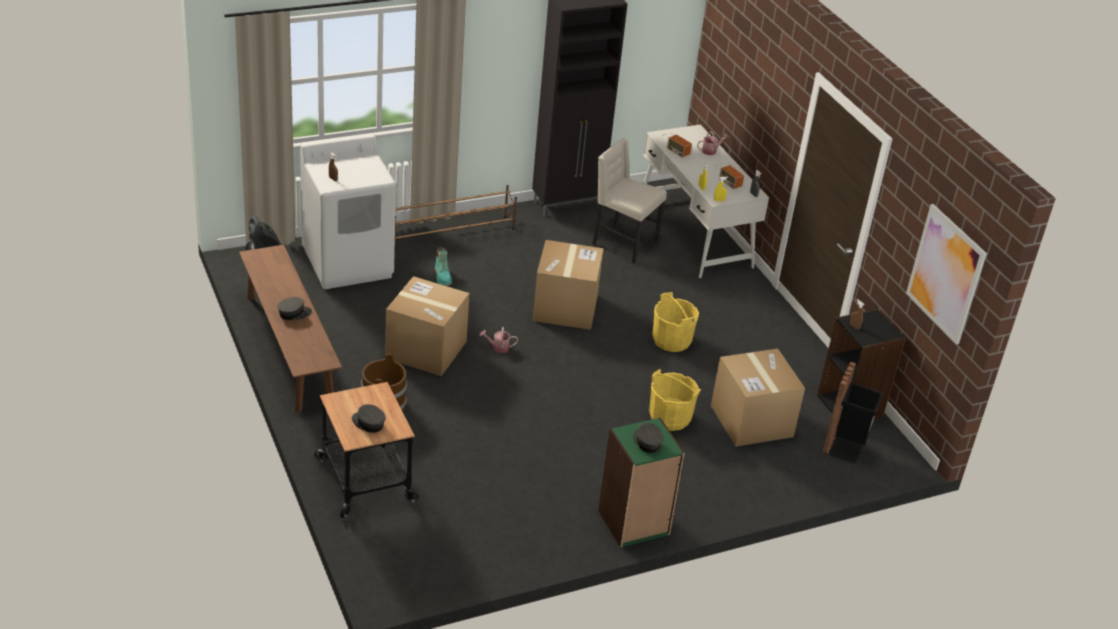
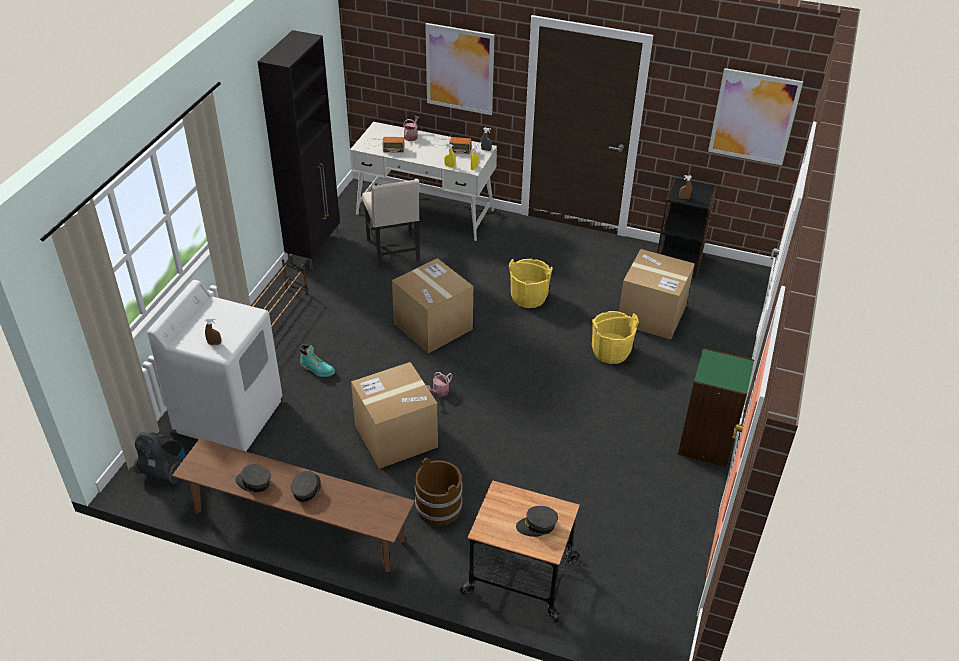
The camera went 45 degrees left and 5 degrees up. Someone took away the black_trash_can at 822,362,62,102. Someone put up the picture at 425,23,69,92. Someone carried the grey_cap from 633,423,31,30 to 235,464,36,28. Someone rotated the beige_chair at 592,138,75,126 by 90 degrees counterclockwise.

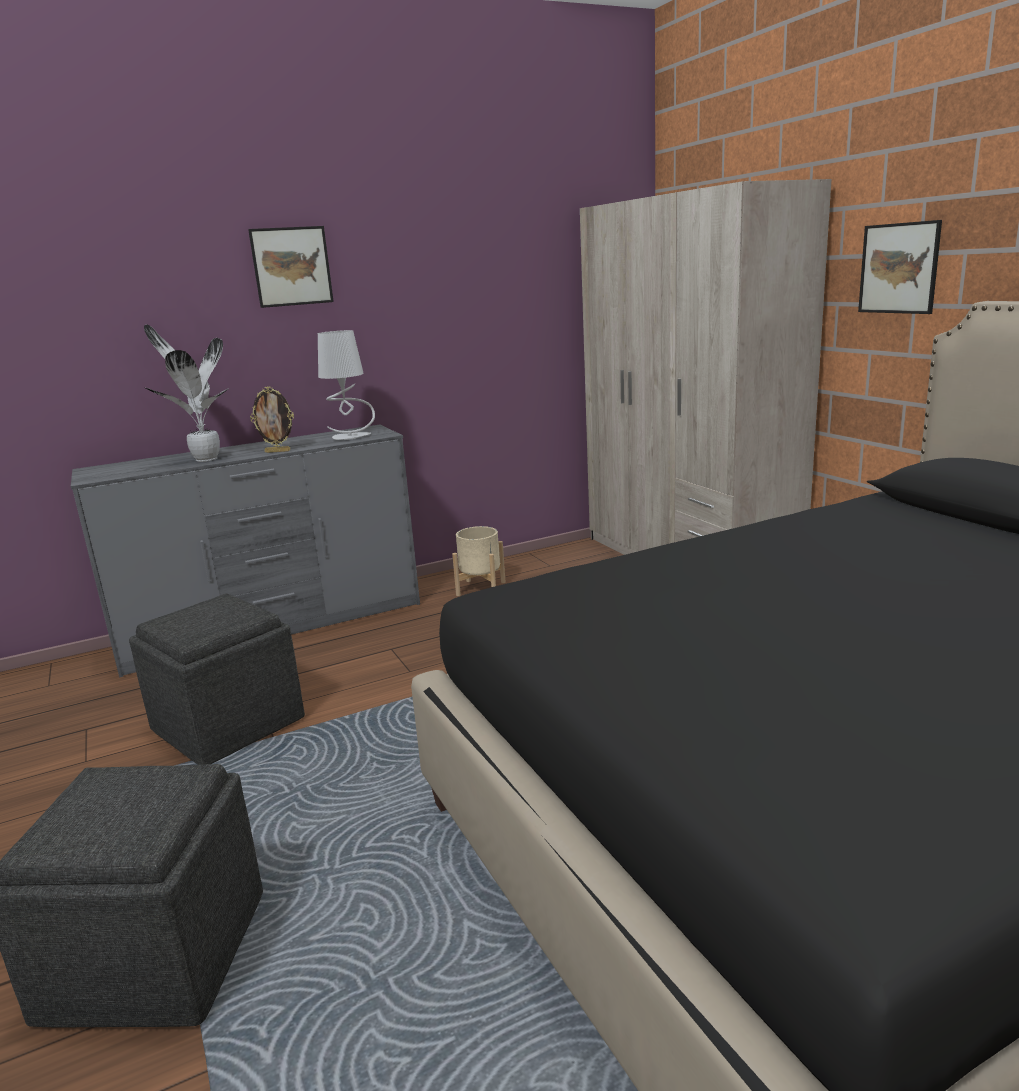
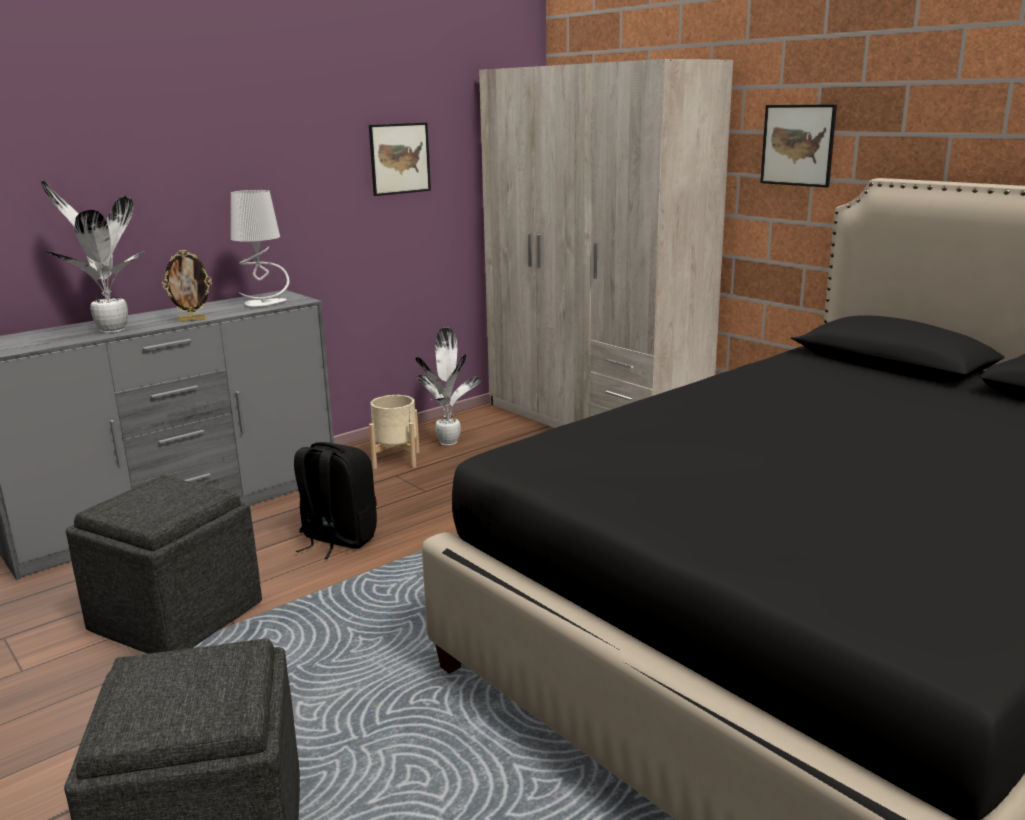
The camera went 15 degrees left and 0 degrees up. Someone put down the black_backpack at 294,442,83,117. Someone put down the potted_plant at 415,328,67,118. Someone carried the picture from 248,226,86,82 to 369,123,62,73.

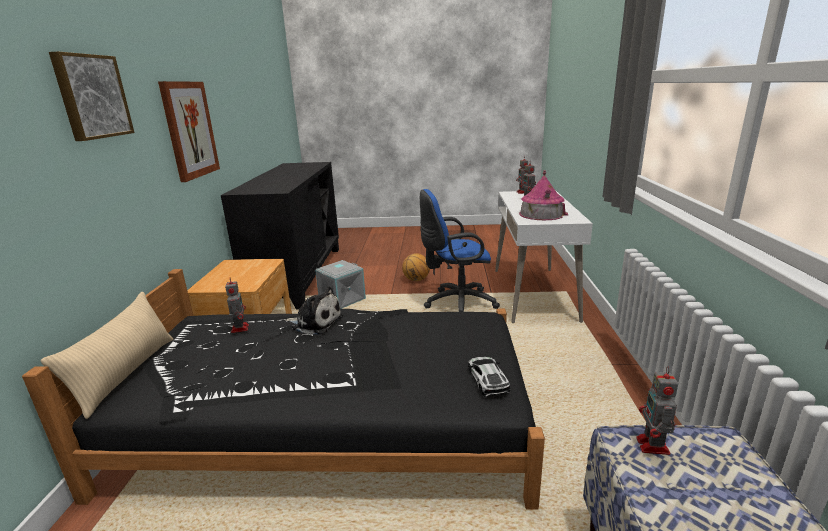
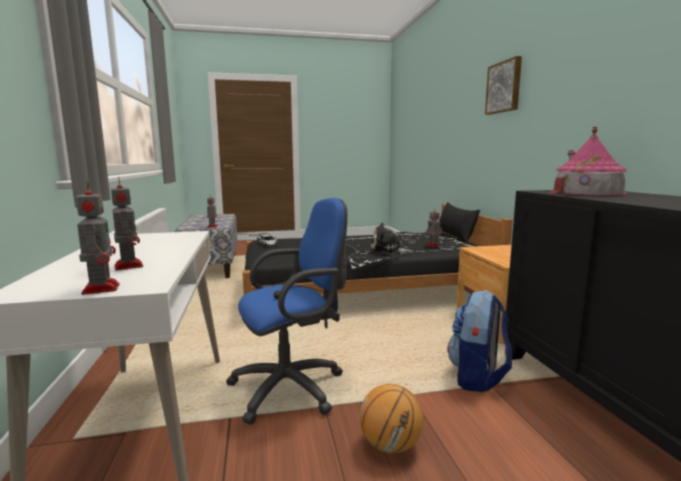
The camera went 165 degrees right and 10 degrees down. Someone took away the picture at 158,81,62,101. Someone carried the toy_house from 519,170,49,50 to 549,127,78,69. Someone swapped the grey_storage_box at 315,260,51,49 for the backpack at 447,290,65,102. Someone repainted the beige_pillow at 41,292,133,127, which became the black_pillow at 439,202,41,42.

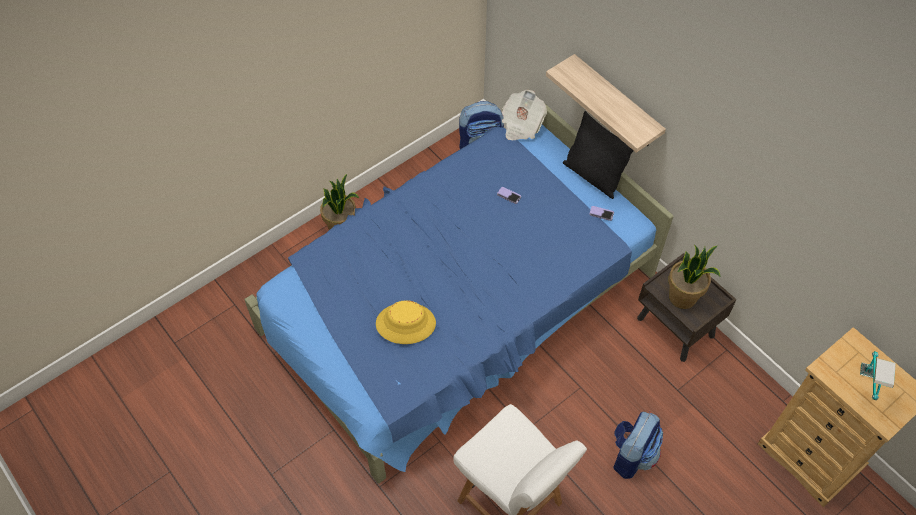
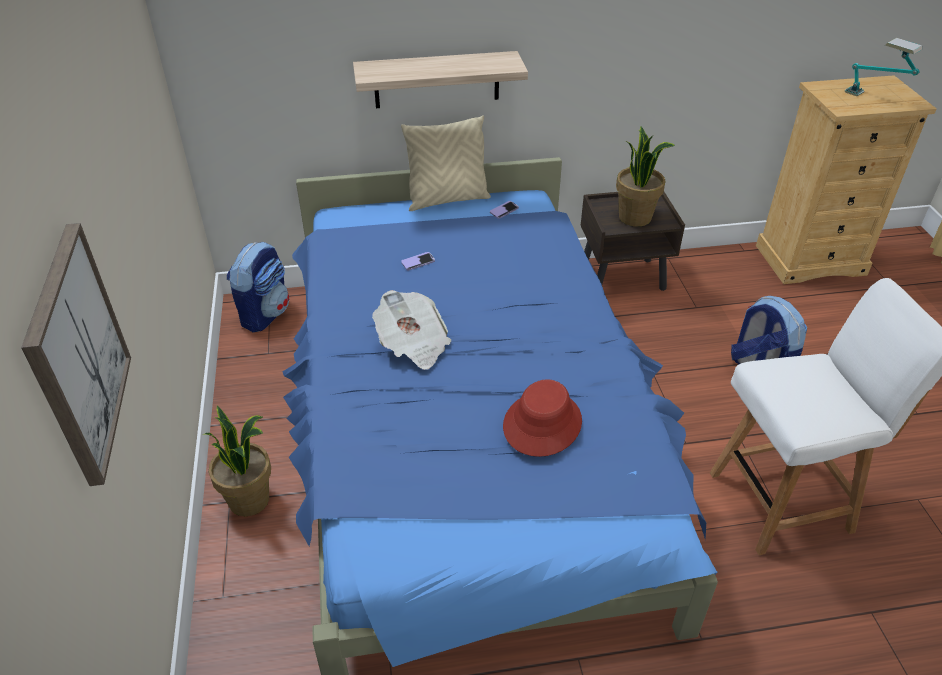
The camera went 60 degrees left and 15 degrees down. Someone put up the picture at 21,223,110,263. Someone carried the newspaper from 502,90,45,50 to 372,290,79,80. Someone repainted the yellow_hat at 376,300,60,44, which became the red_hat at 503,379,79,78. Someone repainted the black_pillow at 563,111,70,88, which became the beige_pillow at 401,115,90,96.

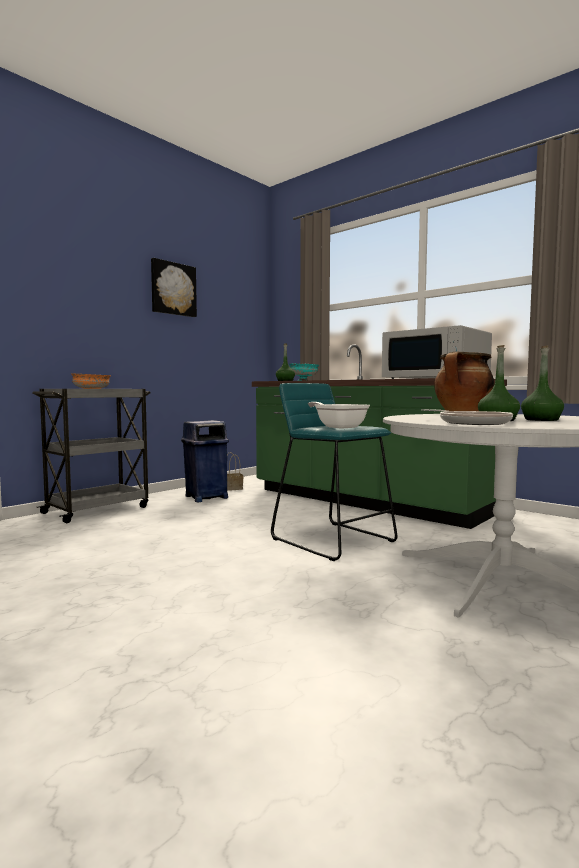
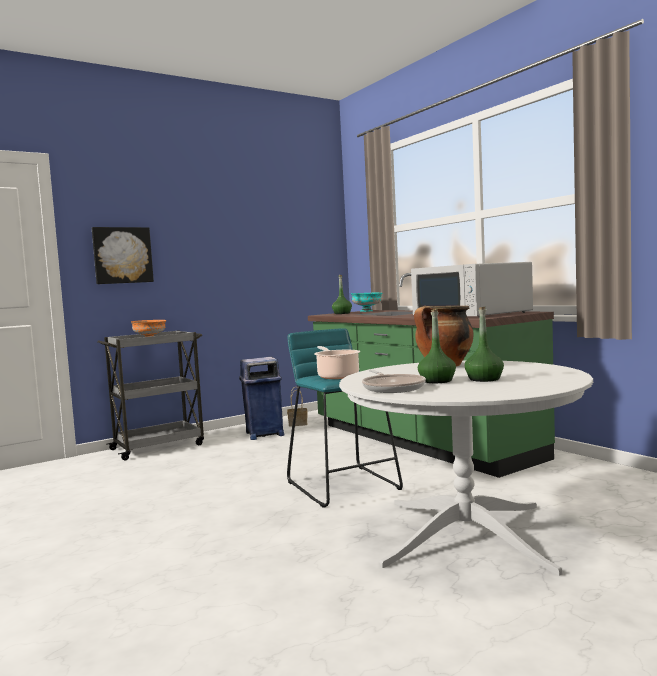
The camera went 15 degrees right and 0 degrees up. Someone carried the picture from 151,258,46,59 to 92,227,62,57. Someone swapped the frying_pan at 308,402,62,27 for the cooking_pot at 314,346,46,33.

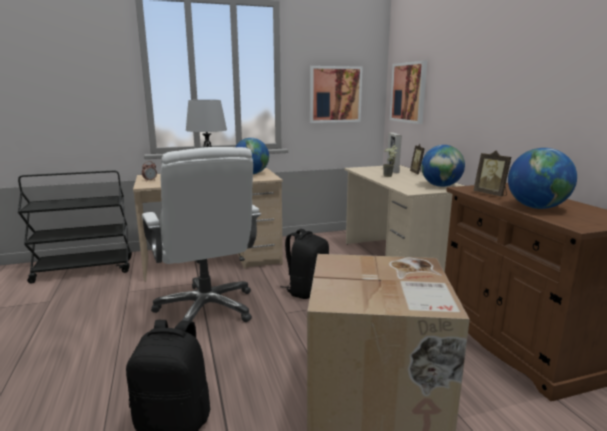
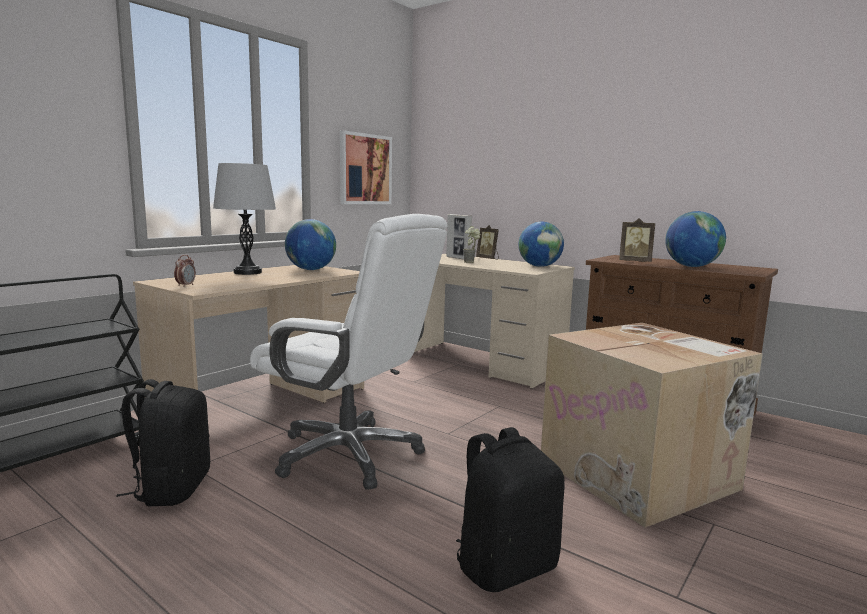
The camera went 35 degrees left and 5 degrees down. Someone took away the picture at 390,61,37,63. Someone carried the black_backpack from 281,229,48,70 to 116,379,94,127.

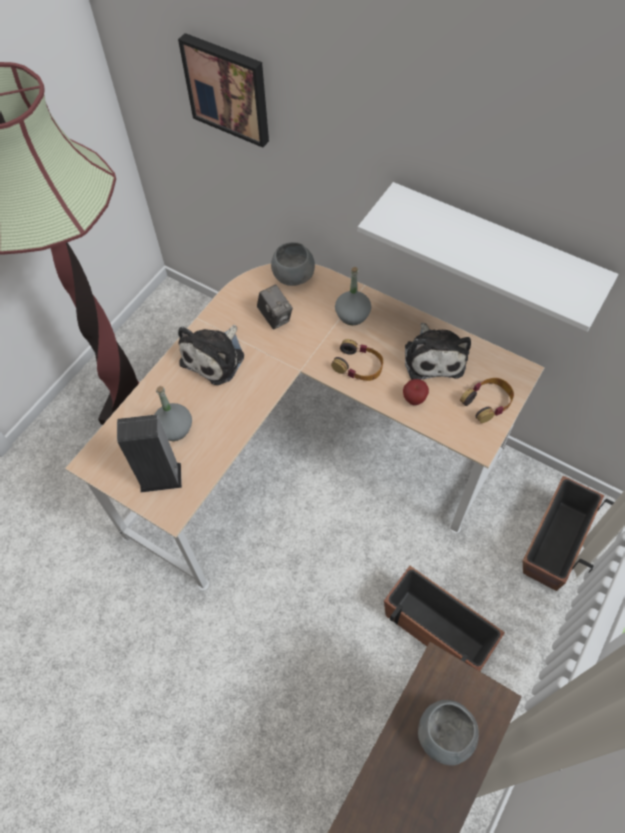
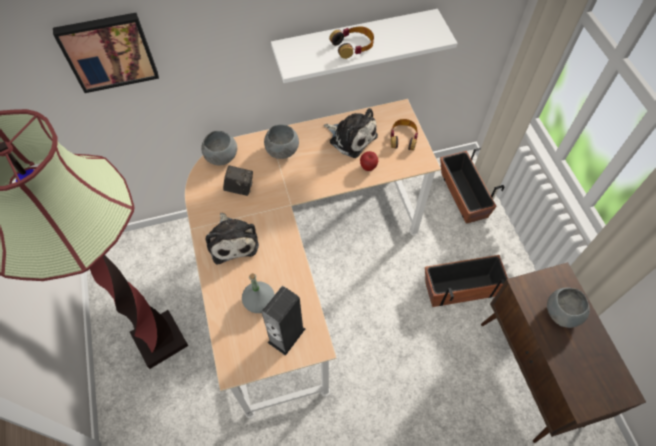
The camera went 50 degrees left and 0 degrees up. Someone carried the headphones from 331,339,52,42 to 329,26,45,33. Someone swapped the grey_bottle at 335,267,36,58 for the grey_bowl at 264,124,35,35.

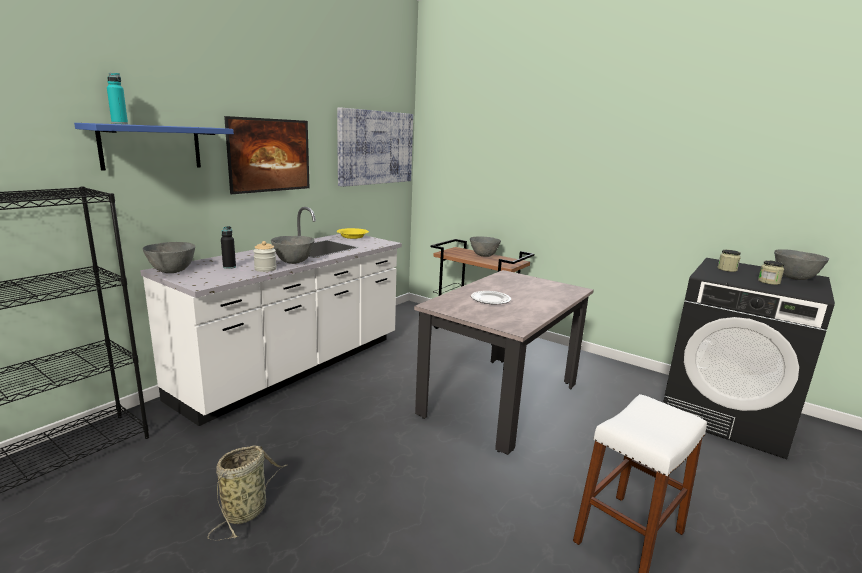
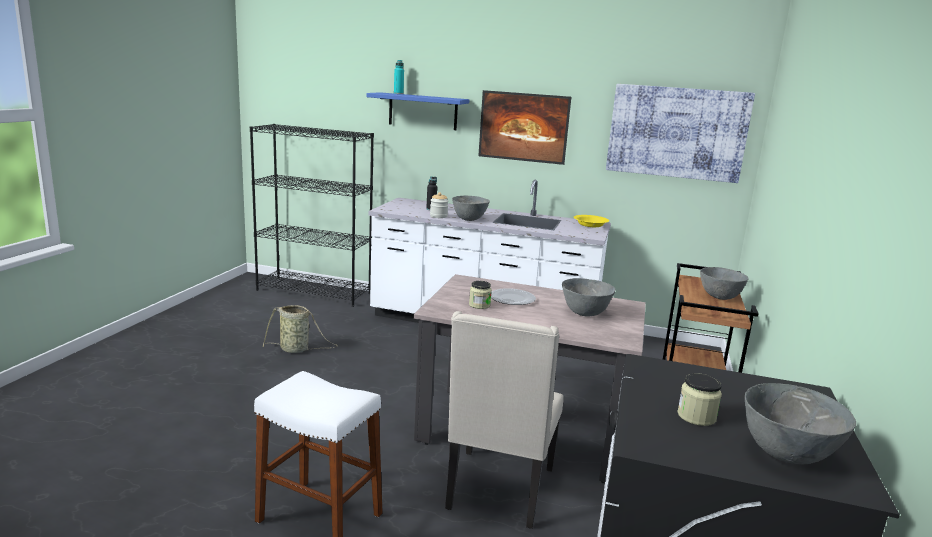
The camera went 70 degrees right and 0 degrees up. Someone put down the beige_chair at 445,311,119,218. Someone carried the grey_bowl from 143,242,52,31 to 562,278,53,38. Someone carried the jar from 717,250,24,22 to 469,281,23,28.

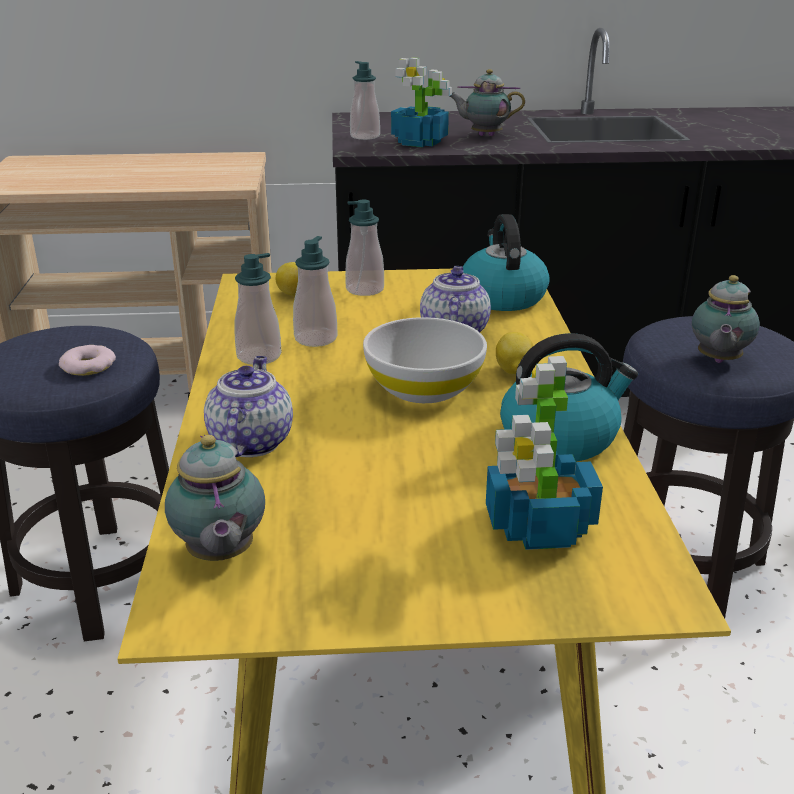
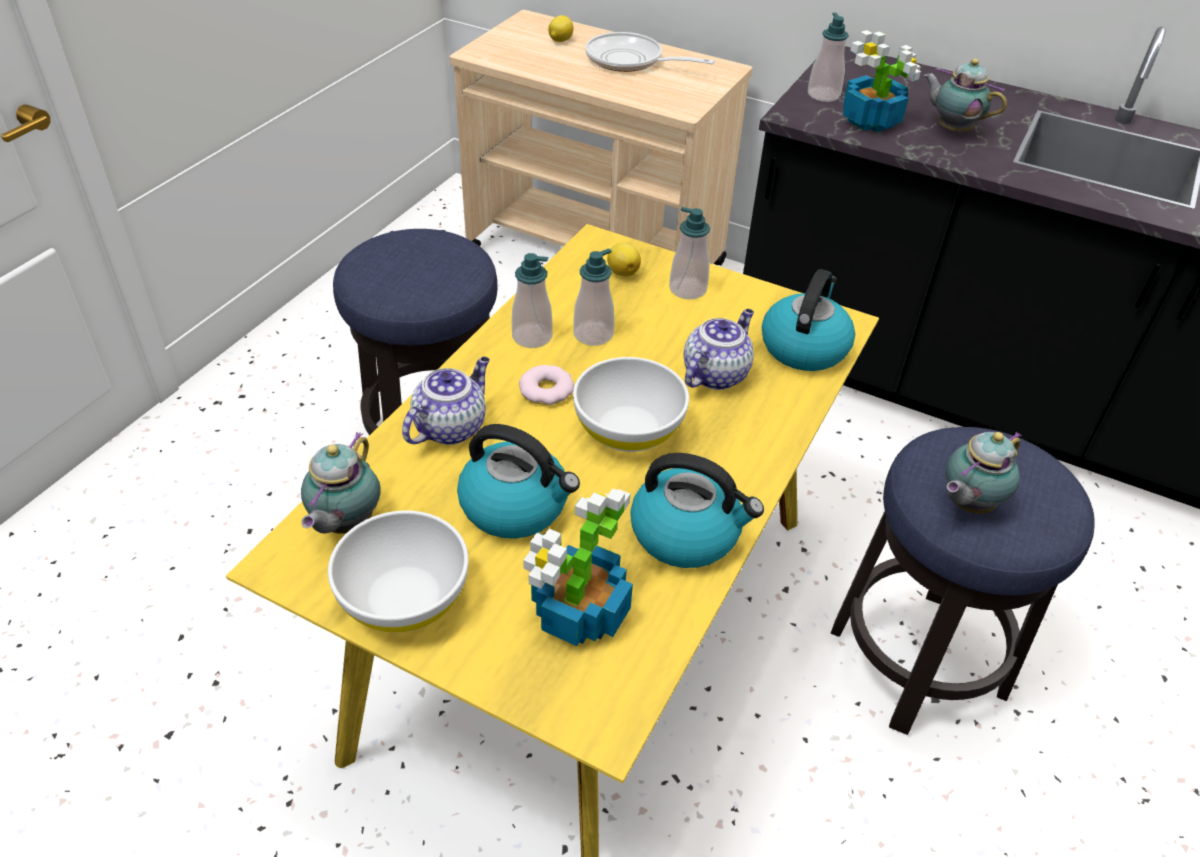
The camera went 30 degrees right and 15 degrees up. Someone put down the white_bowl at 328,510,141,123. Someone put down the kettle at 457,424,123,115. Someone put down the frying_pan at 585,32,130,40. Someone carried the donut from 59,345,57,31 to 519,365,55,40. Someone carried the lemon from 496,332,38,43 to 548,15,25,27.

